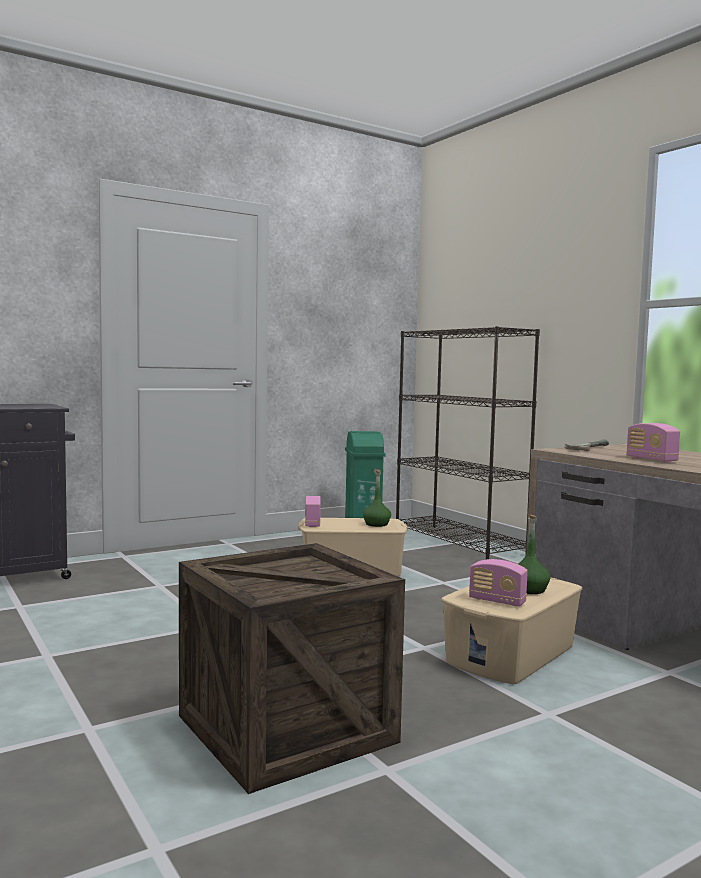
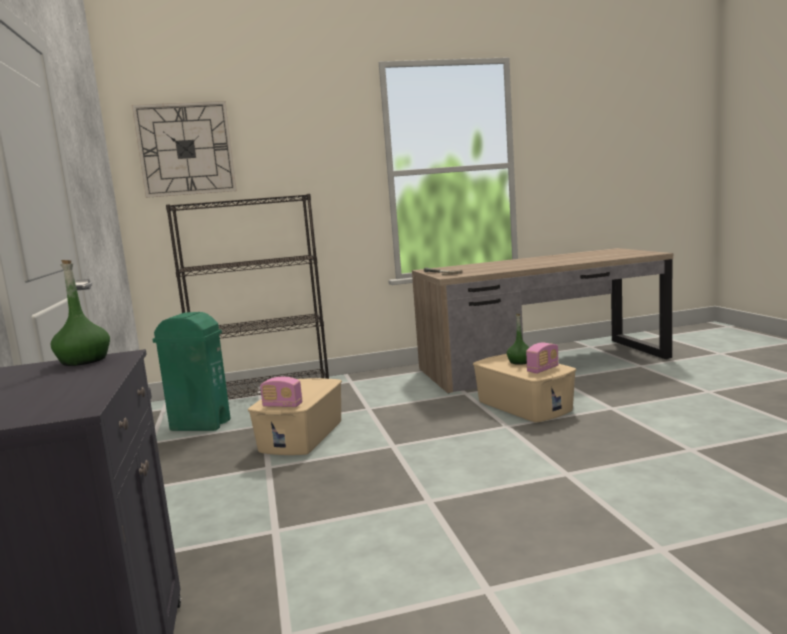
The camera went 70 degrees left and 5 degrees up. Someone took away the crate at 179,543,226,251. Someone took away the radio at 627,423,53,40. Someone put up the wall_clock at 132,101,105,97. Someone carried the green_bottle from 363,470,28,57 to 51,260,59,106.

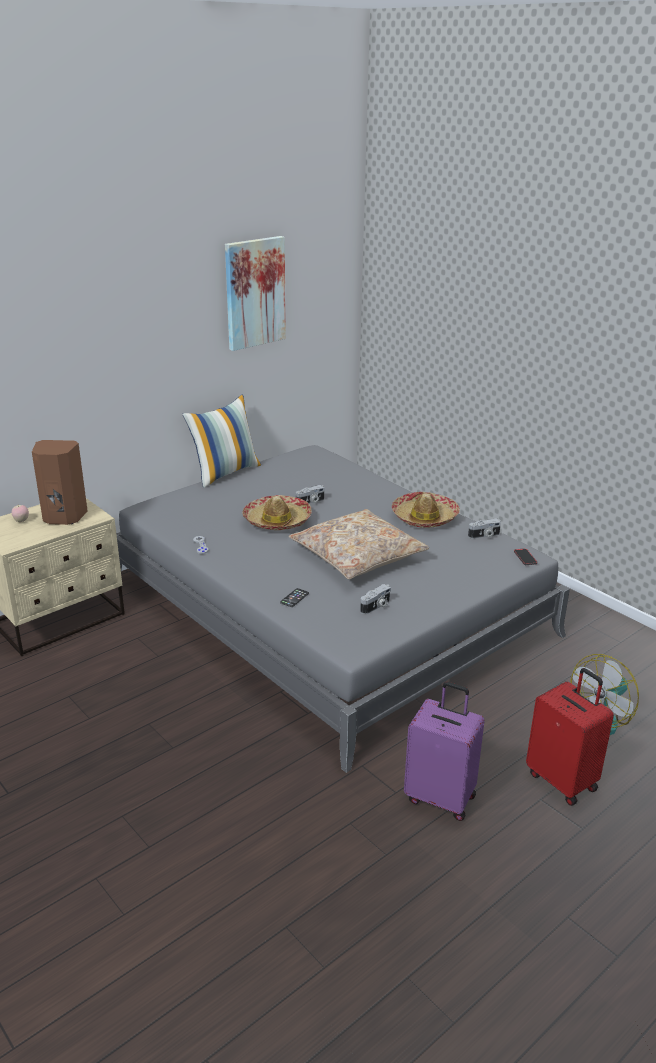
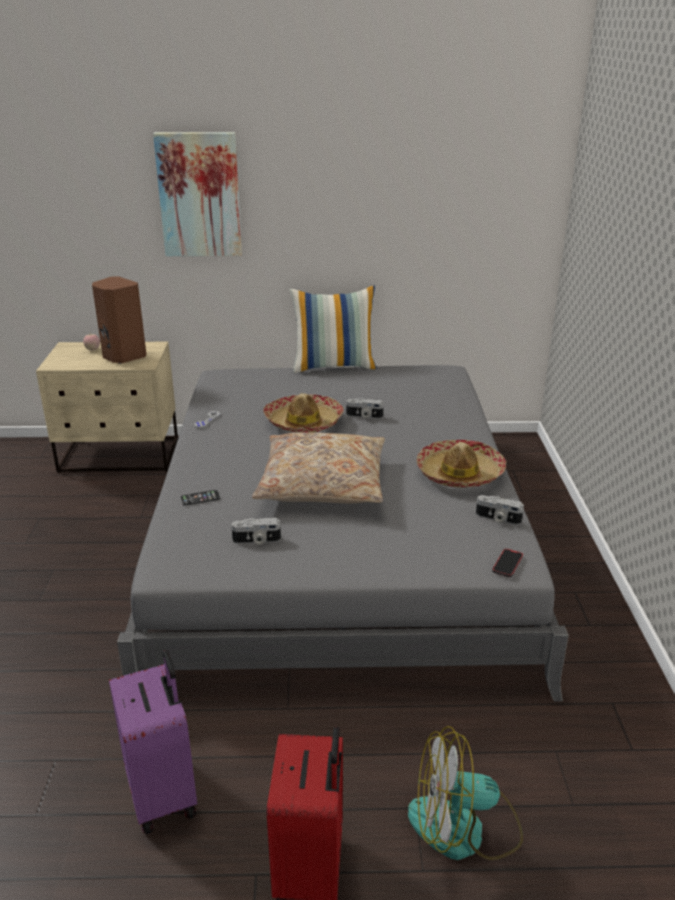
The camera went 40 degrees right and 0 degrees up. Someone carried the picture from 225,236,61,115 to 153,132,89,124.

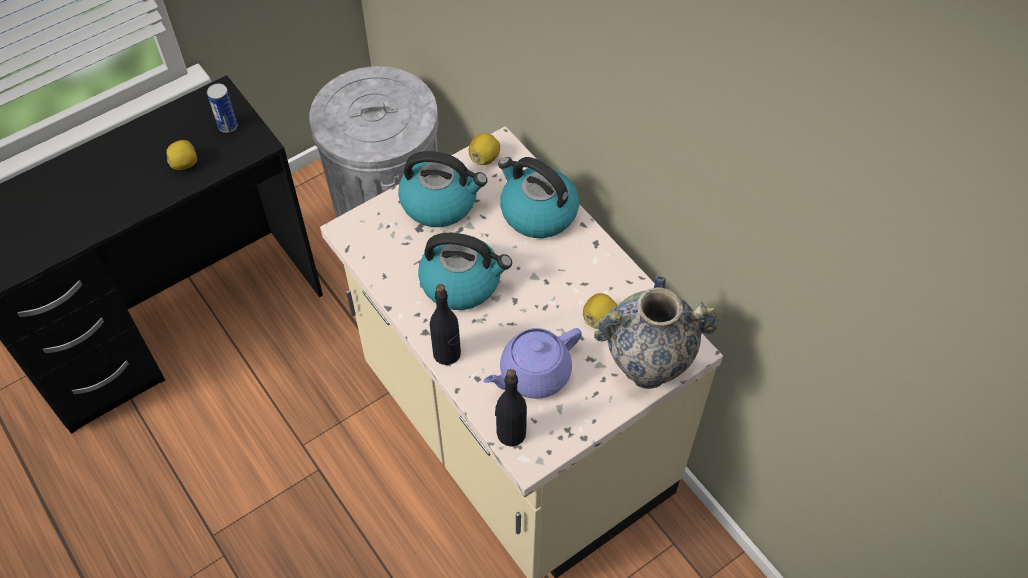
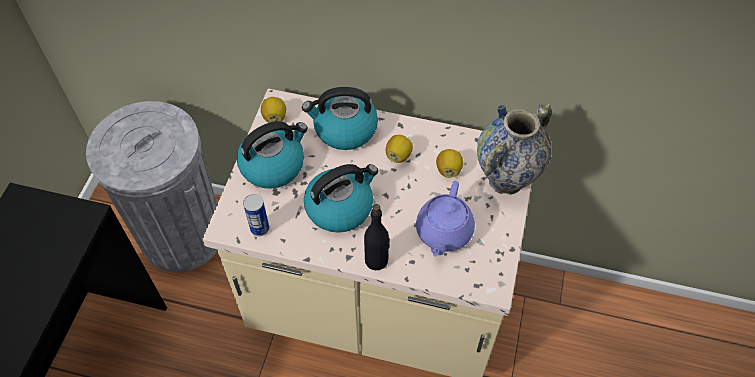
The camera went 40 degrees left and 0 degrees up. Someone took away the black_bottle at 495,369,32,78. Someone carried the lemon from 166,140,31,30 to 386,135,27,28. Someone carried the can from 207,83,31,50 to 243,194,26,42.

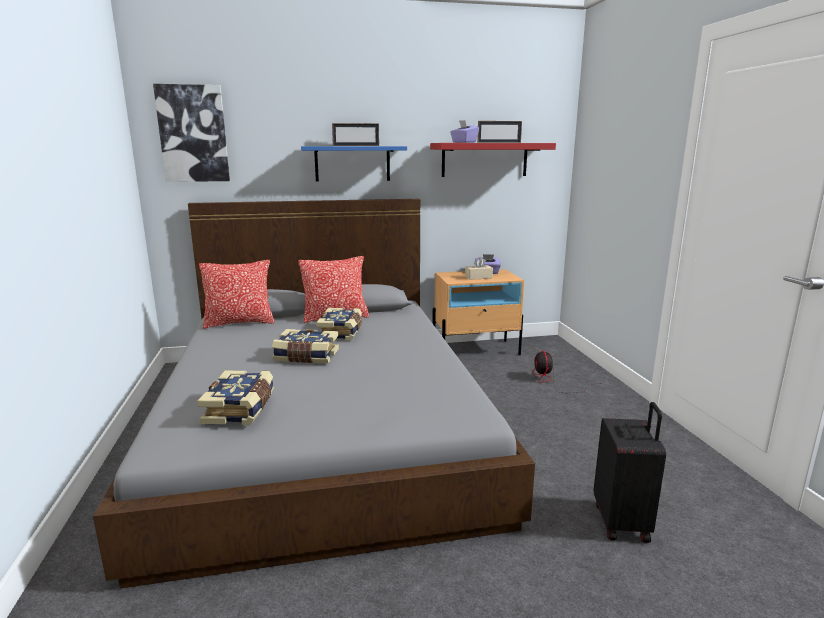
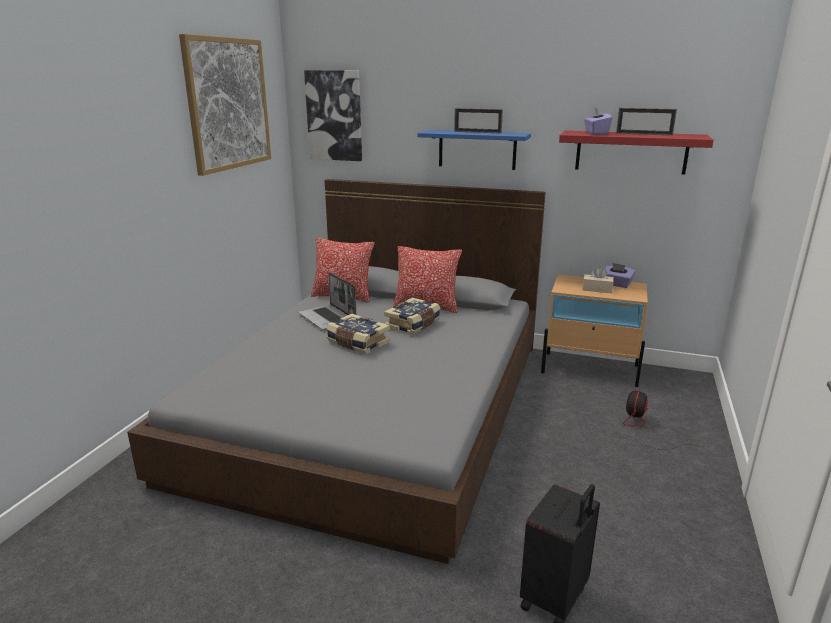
The camera went 30 degrees right and 5 degrees up. Someone took away the book at 197,370,77,55. Someone put up the picture at 179,34,92,142. Someone put down the laptop at 298,272,58,58.

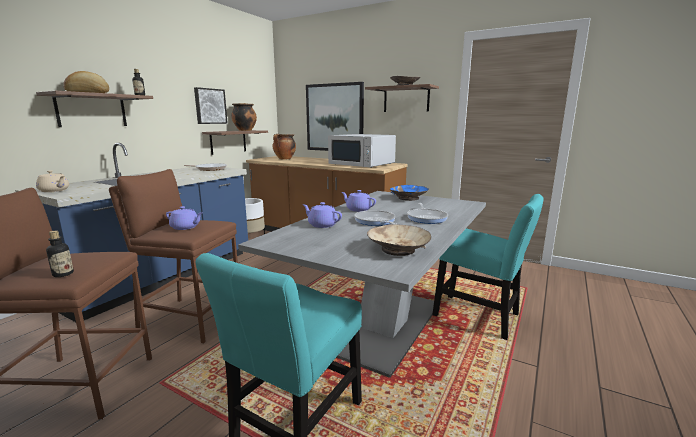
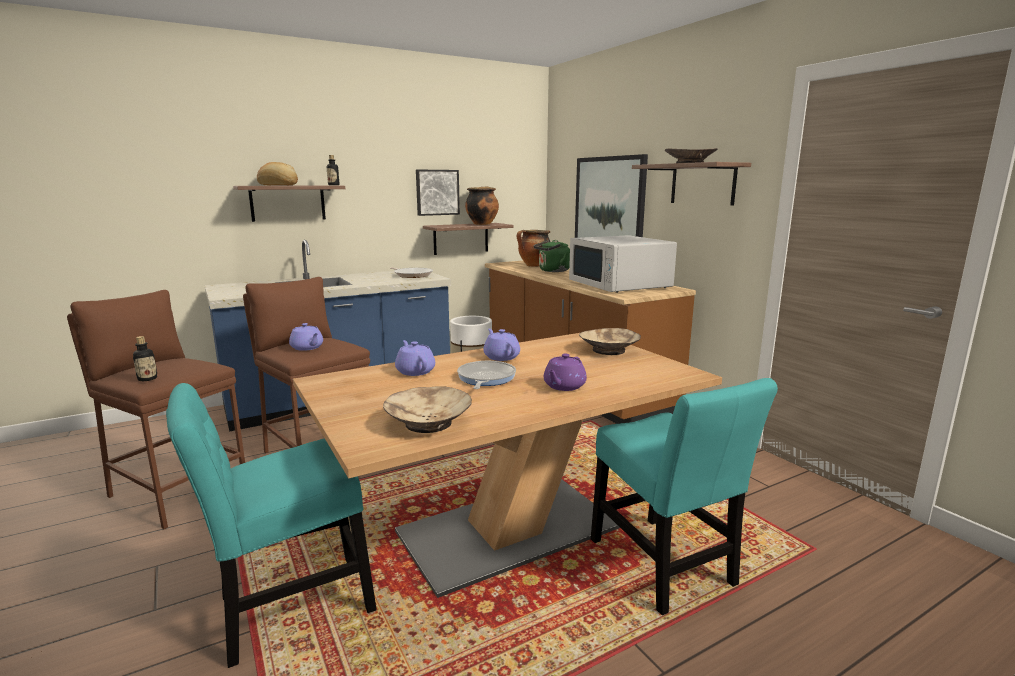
The camera went 30 degrees right and 0 degrees up. Someone took away the beige_teapot at 36,170,33,22. Someone put down the green_kettle at 533,240,37,32. Someone swapped the frying_pan at 407,203,41,21 for the purple_teapot at 544,354,43,37. Someone repainted the grey_dining_table at 238,191,248,187, which became the brown_dining_table at 293,333,429,265. Someone repainted the blue_bowl at 390,185,39,16, which became the beige_bowl at 579,328,62,27.

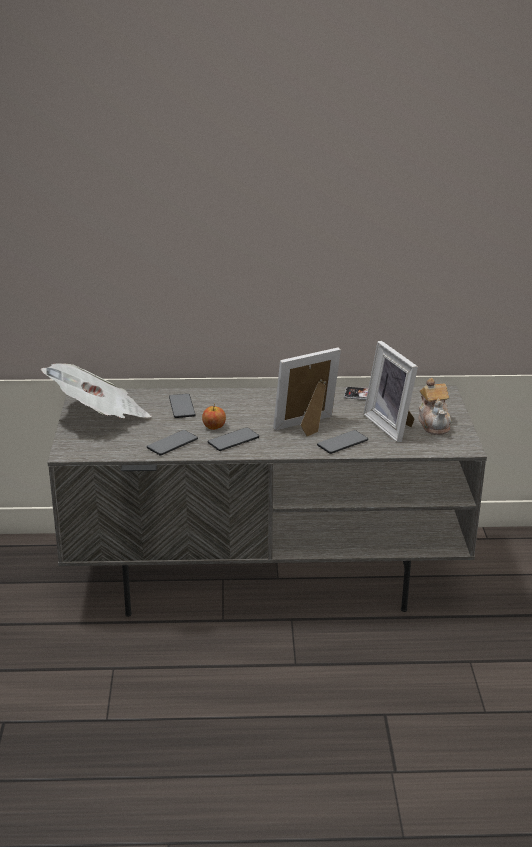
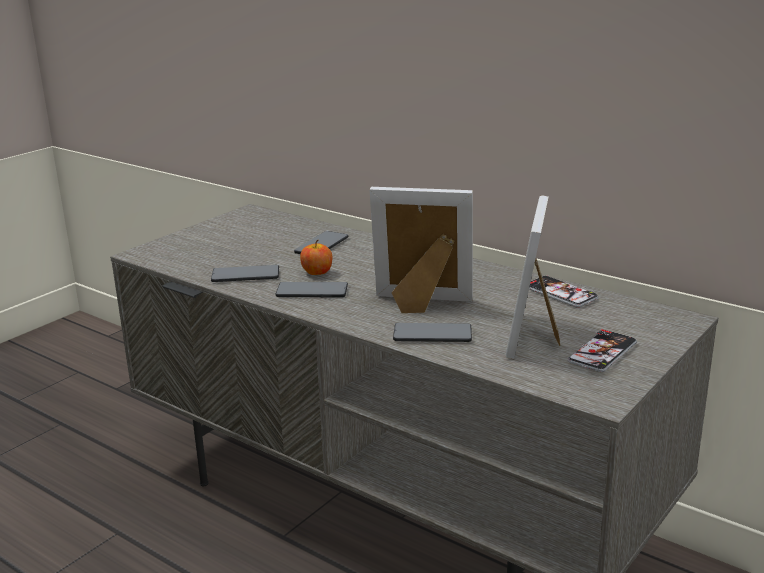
The camera went 40 degrees right and 5 degrees down. Someone took away the newspaper at 41,363,110,55. Someone swapped the teapot at 418,378,34,57 for the phone at 568,329,69,43.

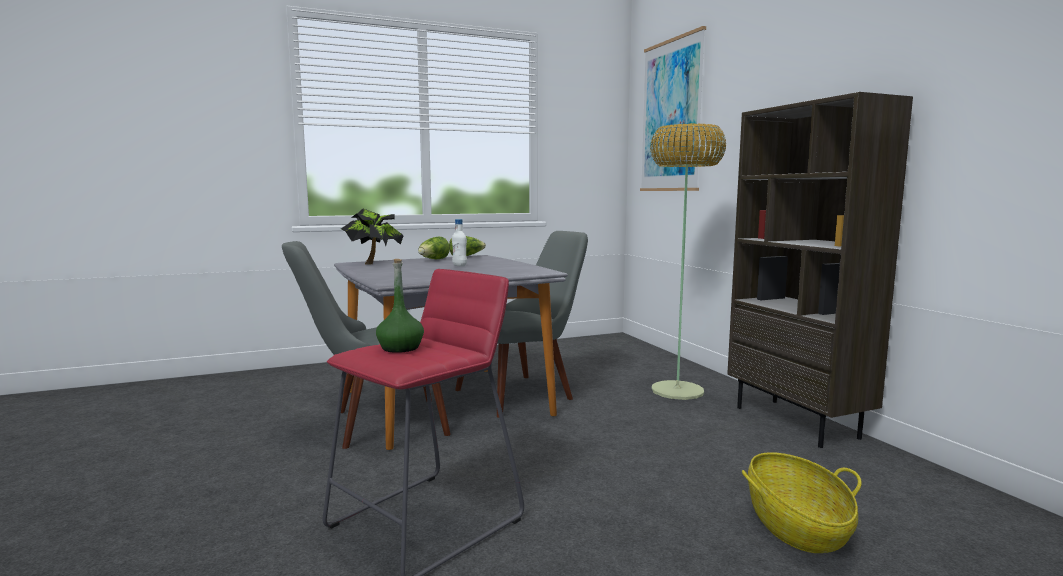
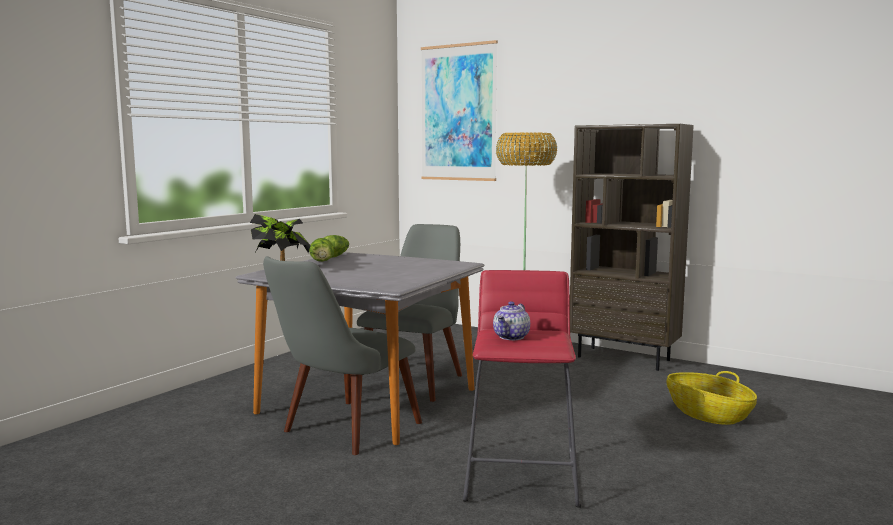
The camera went 35 degrees left and 0 degrees up. Someone took away the white_bottle at 452,219,15,47. Someone swapped the green_bottle at 376,259,48,94 for the teapot at 493,301,37,39.

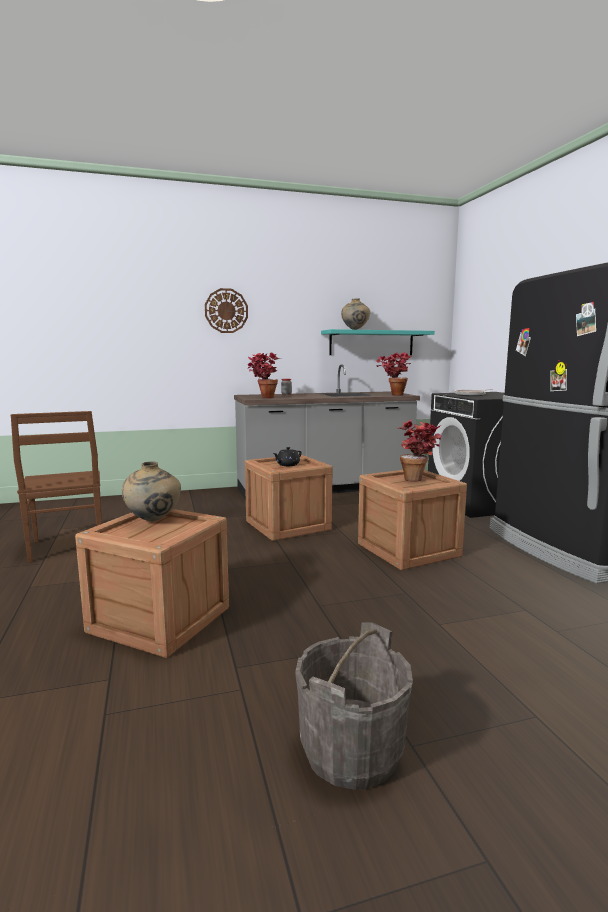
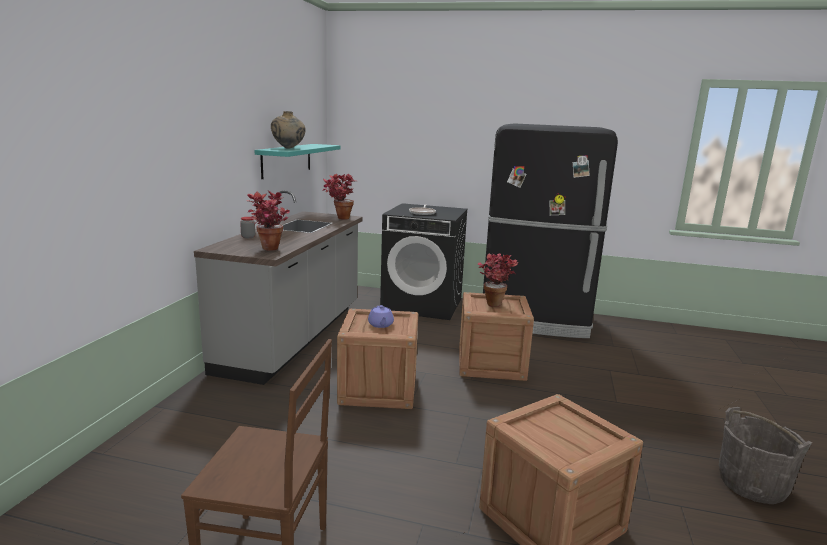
The camera went 60 degrees left and 5 degrees up. Someone took away the beige_vase at 122,461,59,60. Someone took away the wall_clock at 205,288,43,45. Someone repainted the black_teapot at 273,447,28,19, which became the purple_teapot at 368,305,26,23.

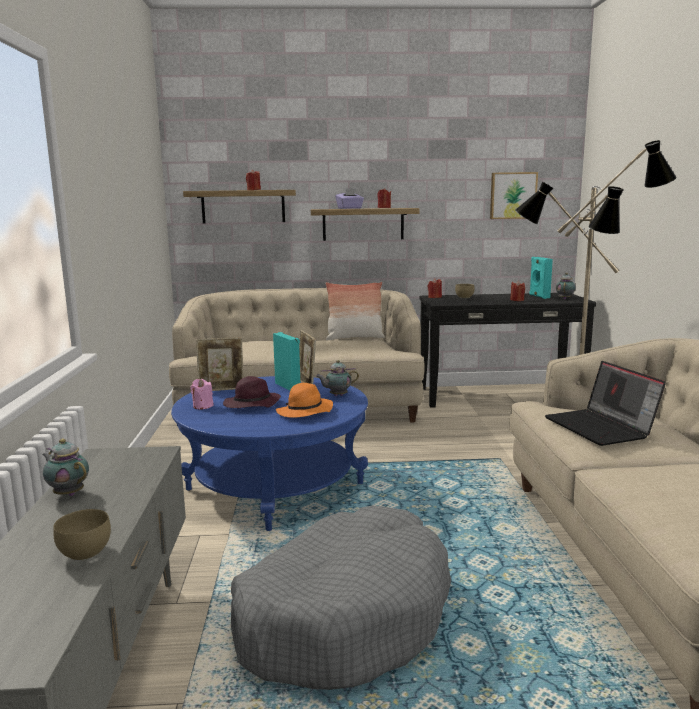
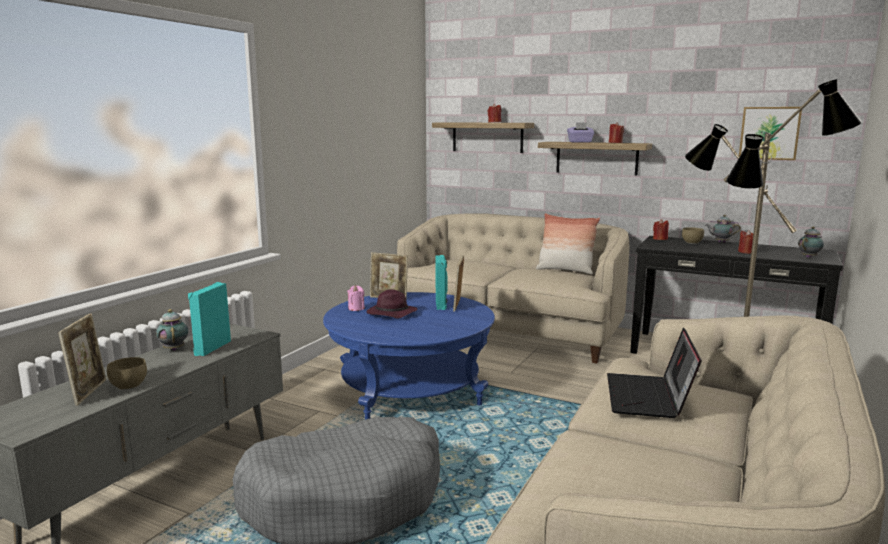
The camera went 30 degrees right and 0 degrees up. Someone took away the orange_hat at 276,383,57,35. Someone put down the picture_frame at 58,313,48,93. Someone carried the teapot from 316,360,43,36 to 706,215,35,28. Someone carried the turquoise_speaker from 529,257,24,42 to 188,282,43,74.

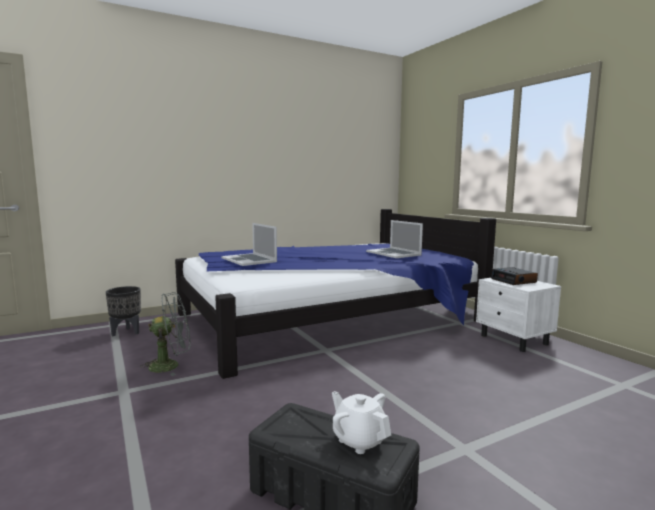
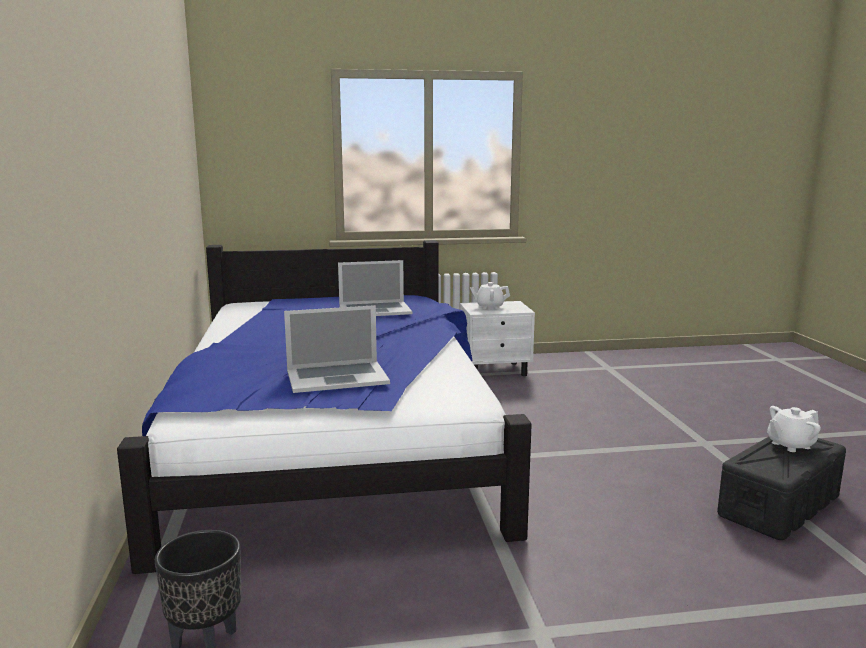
The camera went 70 degrees left and 5 degrees up. Someone took away the grey_fan at 140,292,50,84. Someone swapped the alarm_clock at 491,267,47,18 for the white_teapot at 470,282,40,27.

